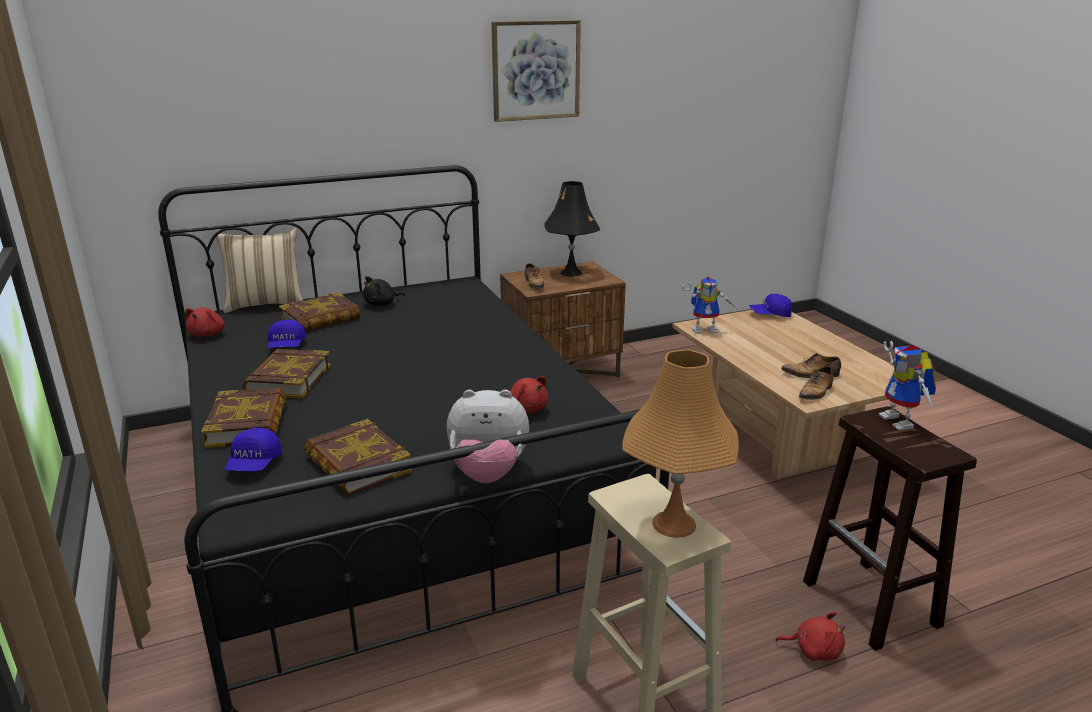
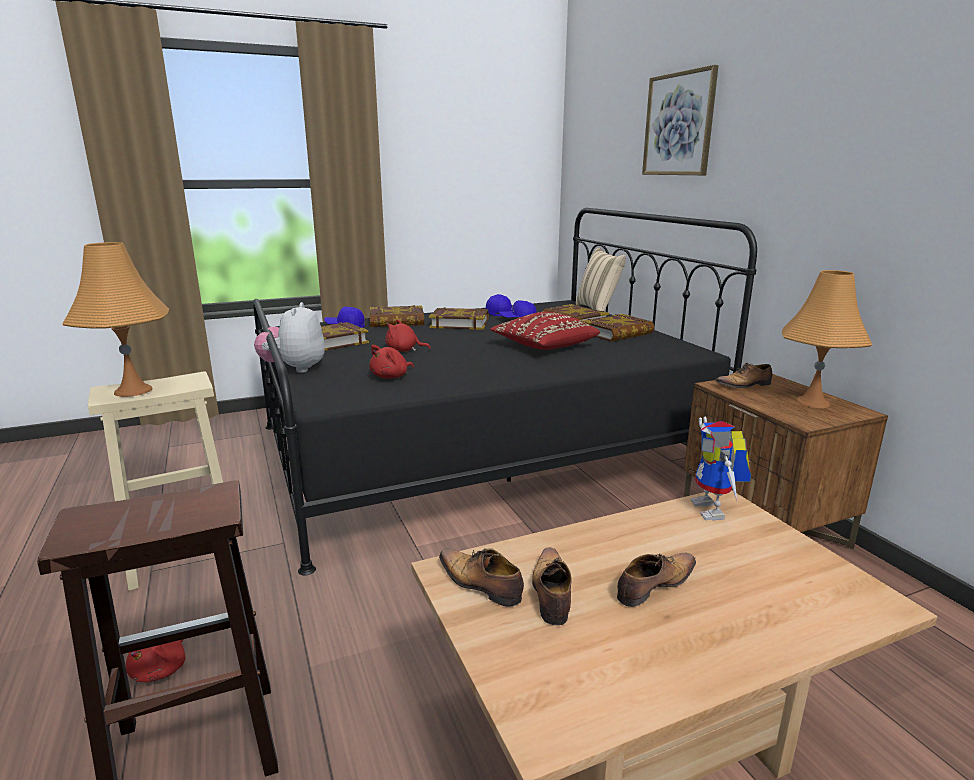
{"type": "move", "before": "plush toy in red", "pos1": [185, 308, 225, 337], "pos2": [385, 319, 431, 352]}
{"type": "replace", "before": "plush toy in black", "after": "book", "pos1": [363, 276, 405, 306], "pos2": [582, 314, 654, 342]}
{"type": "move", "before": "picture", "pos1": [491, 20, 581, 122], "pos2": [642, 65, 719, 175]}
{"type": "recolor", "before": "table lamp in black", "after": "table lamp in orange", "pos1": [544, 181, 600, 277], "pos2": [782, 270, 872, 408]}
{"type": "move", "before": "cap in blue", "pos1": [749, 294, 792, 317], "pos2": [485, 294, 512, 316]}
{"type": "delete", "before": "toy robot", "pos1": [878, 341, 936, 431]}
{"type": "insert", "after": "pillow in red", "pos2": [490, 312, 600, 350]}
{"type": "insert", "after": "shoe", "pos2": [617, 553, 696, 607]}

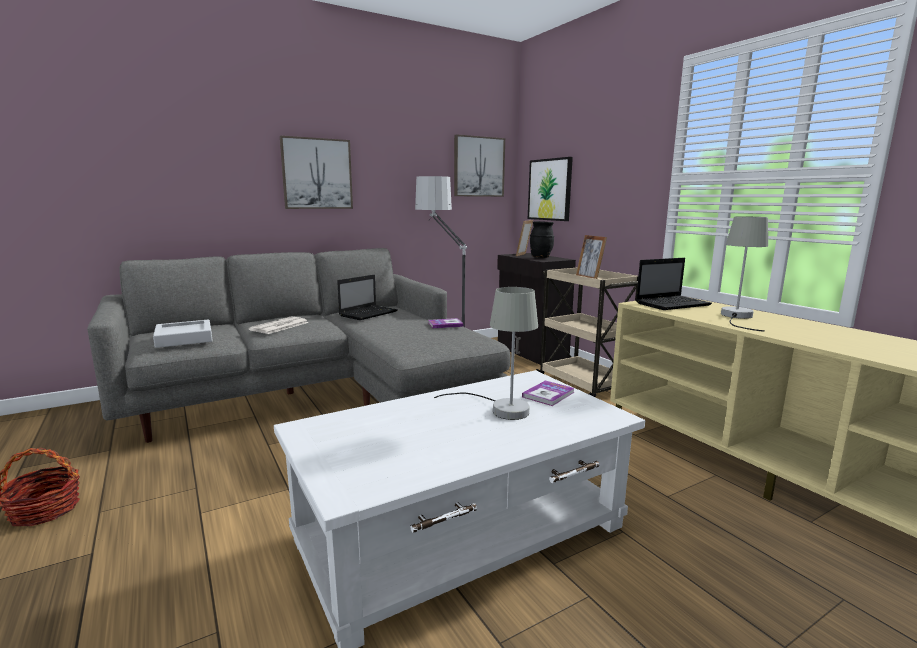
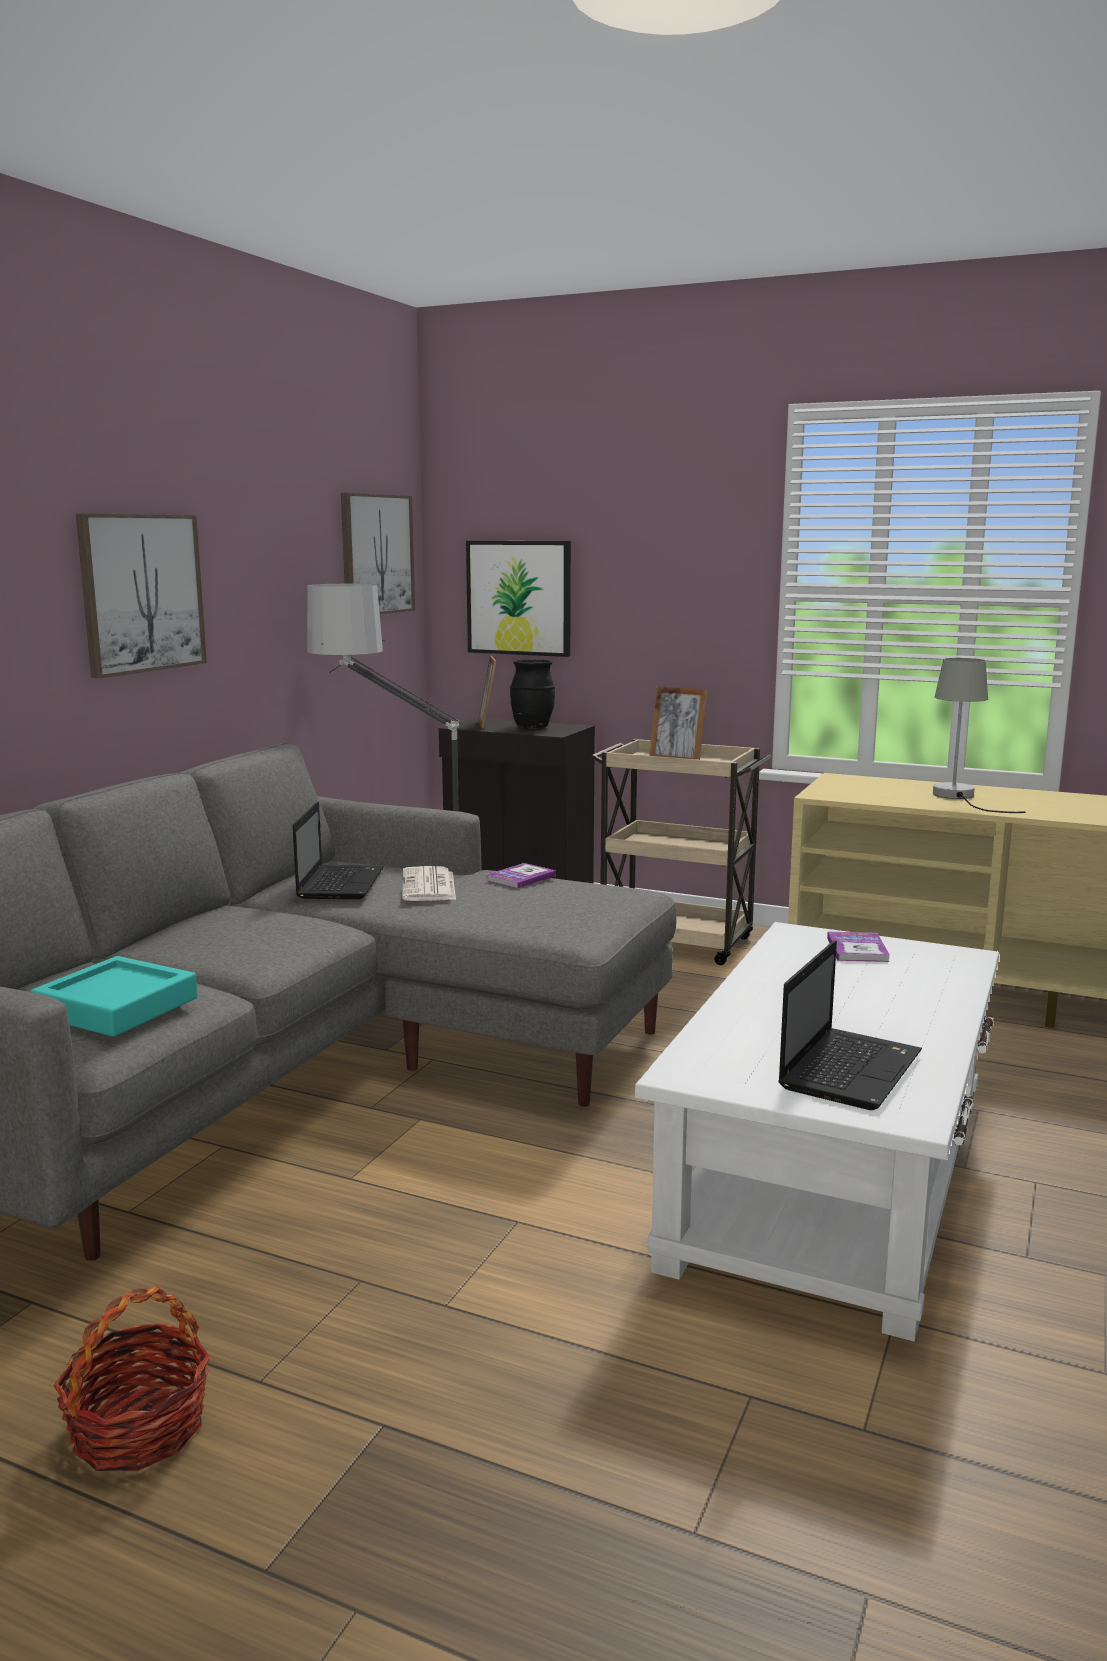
{"type": "recolor", "before": "tray in grey", "after": "tray in turquoise", "pos1": [153, 320, 213, 348], "pos2": [30, 956, 197, 1037]}
{"type": "move", "before": "newspaper", "pos1": [248, 316, 309, 334], "pos2": [402, 866, 456, 901]}
{"type": "delete", "before": "table lamp in grey", "pos1": [434, 287, 538, 420]}
{"type": "move", "before": "laptop", "pos1": [636, 258, 712, 310], "pos2": [778, 940, 922, 1110]}

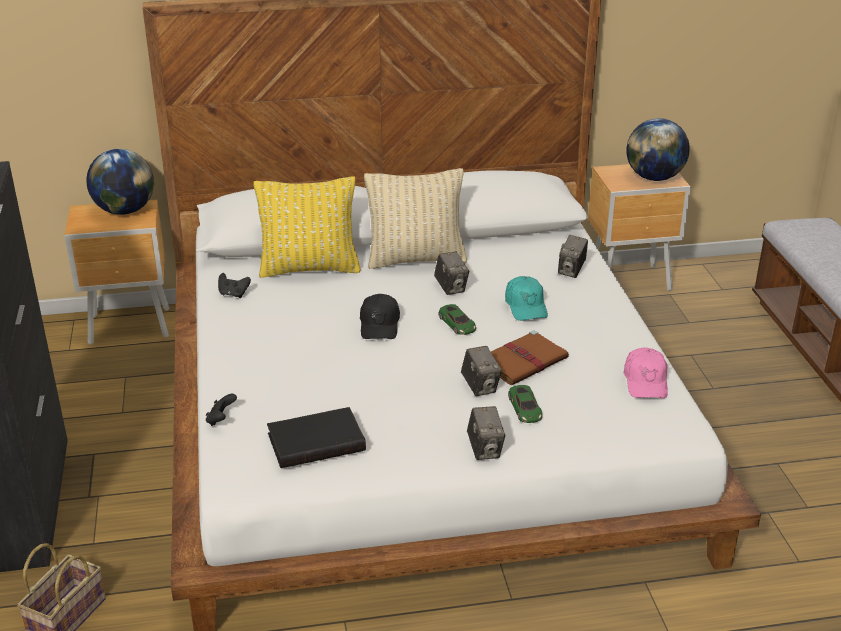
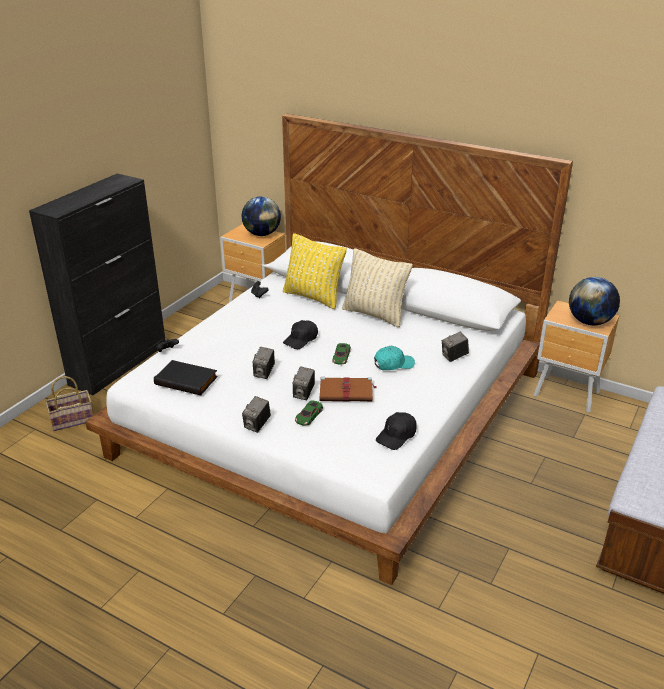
{"type": "move", "before": "photo camera", "pos1": [434, 252, 469, 295], "pos2": [253, 347, 275, 379]}
{"type": "rotate", "before": "cap in turquoise", "pos1": [505, 276, 548, 321], "pos2": [374, 345, 415, 370], "turn": -135}
{"type": "recolor", "before": "cap in pink", "after": "cap in black", "pos1": [623, 347, 668, 398], "pos2": [376, 412, 417, 450]}

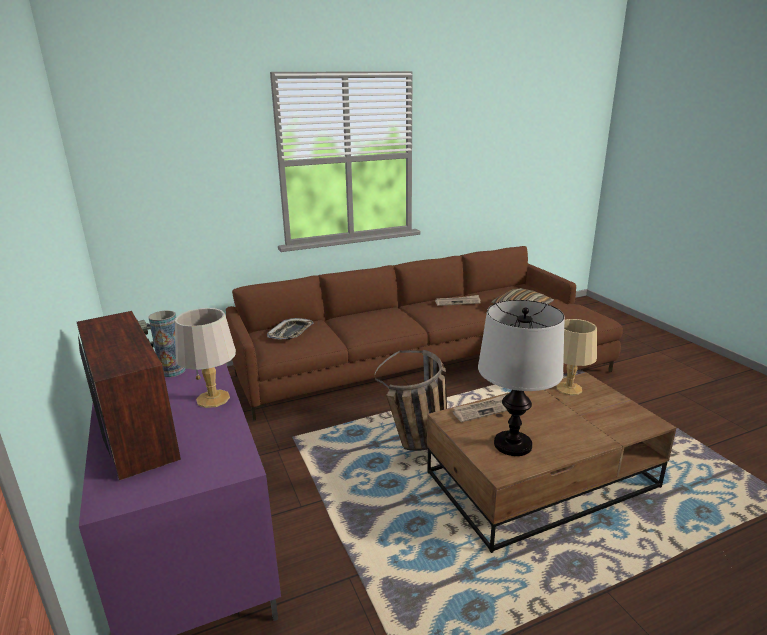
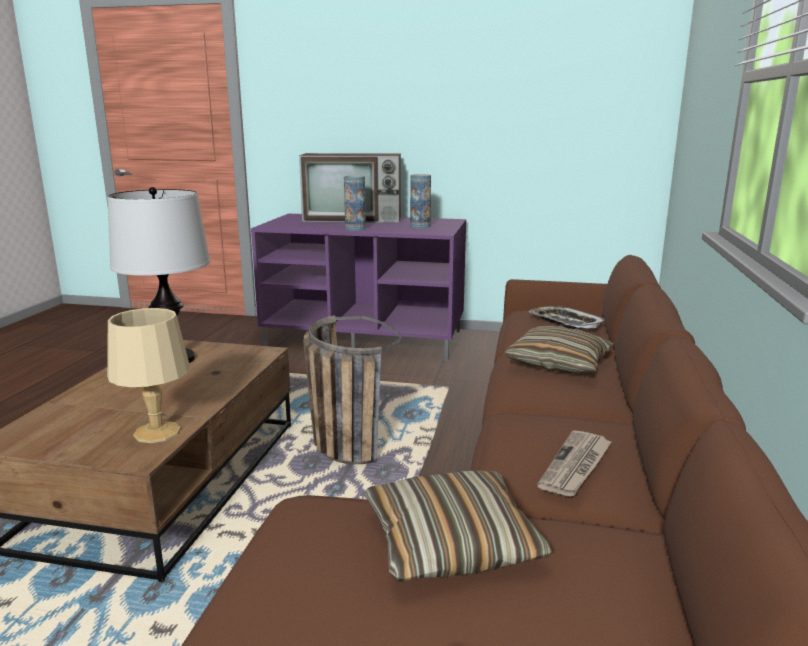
{"type": "replace", "before": "table lamp in grey", "after": "vase", "pos1": [175, 308, 236, 408], "pos2": [344, 175, 366, 231]}
{"type": "delete", "before": "newspaper", "pos1": [453, 394, 507, 422]}
{"type": "insert", "after": "pillow", "pos2": [504, 326, 614, 373]}

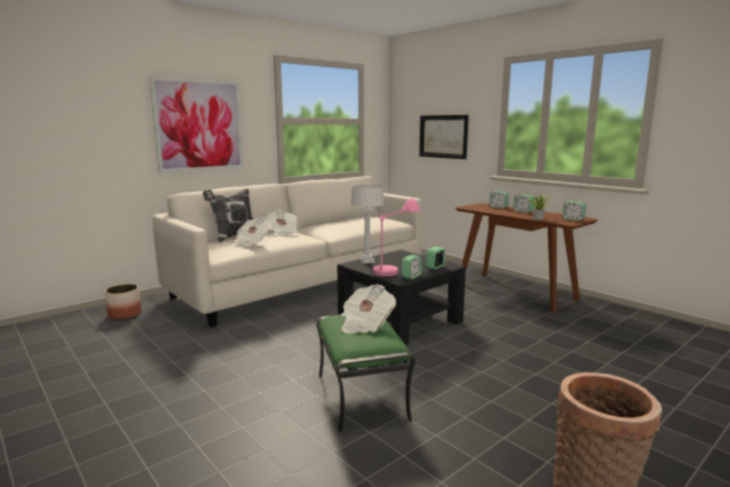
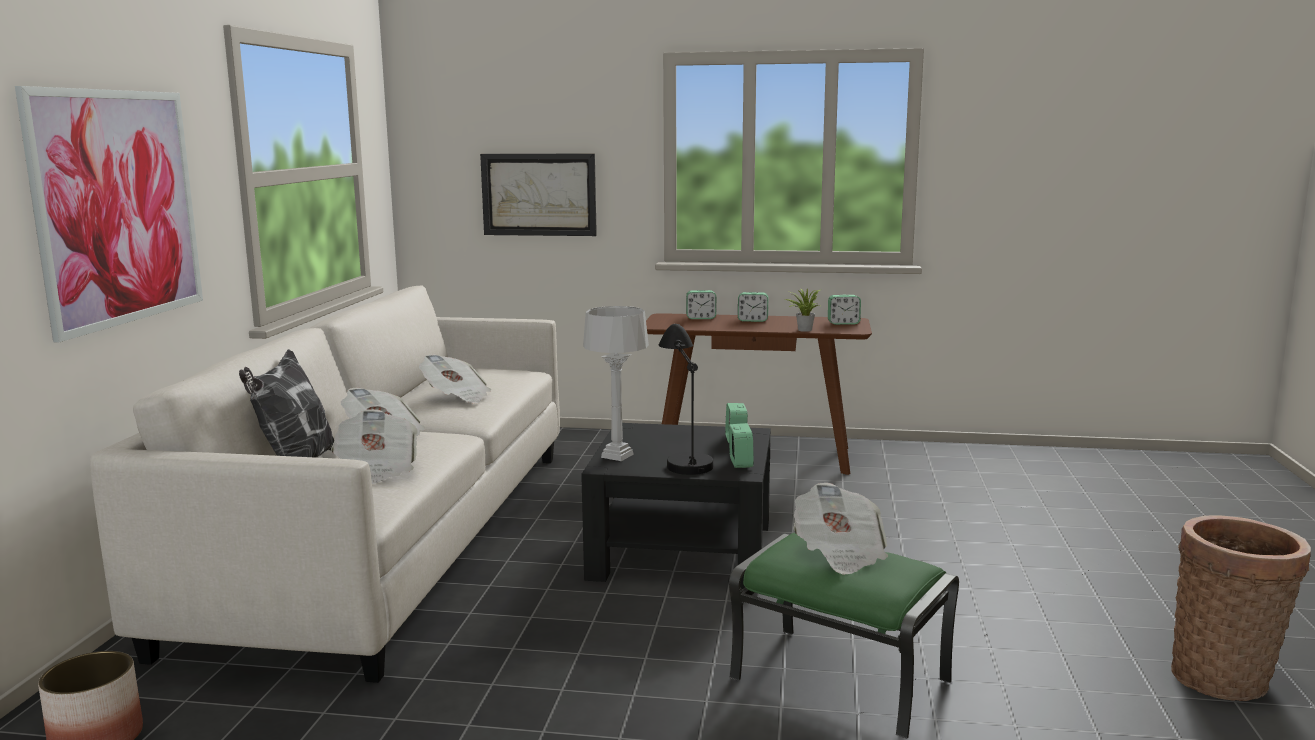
{"type": "recolor", "before": "table lamp in pink", "after": "table lamp in black", "pos1": [373, 198, 421, 276], "pos2": [659, 324, 713, 475]}
{"type": "insert", "after": "newspaper", "pos2": [419, 354, 491, 404]}

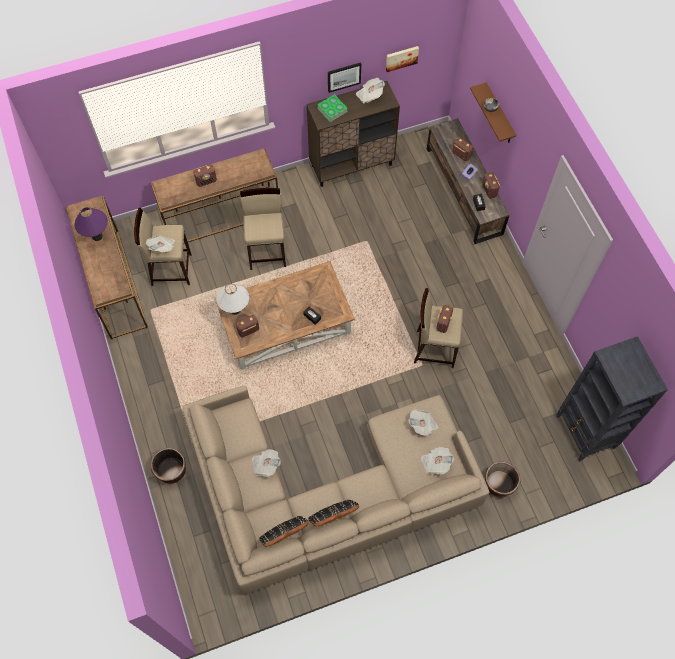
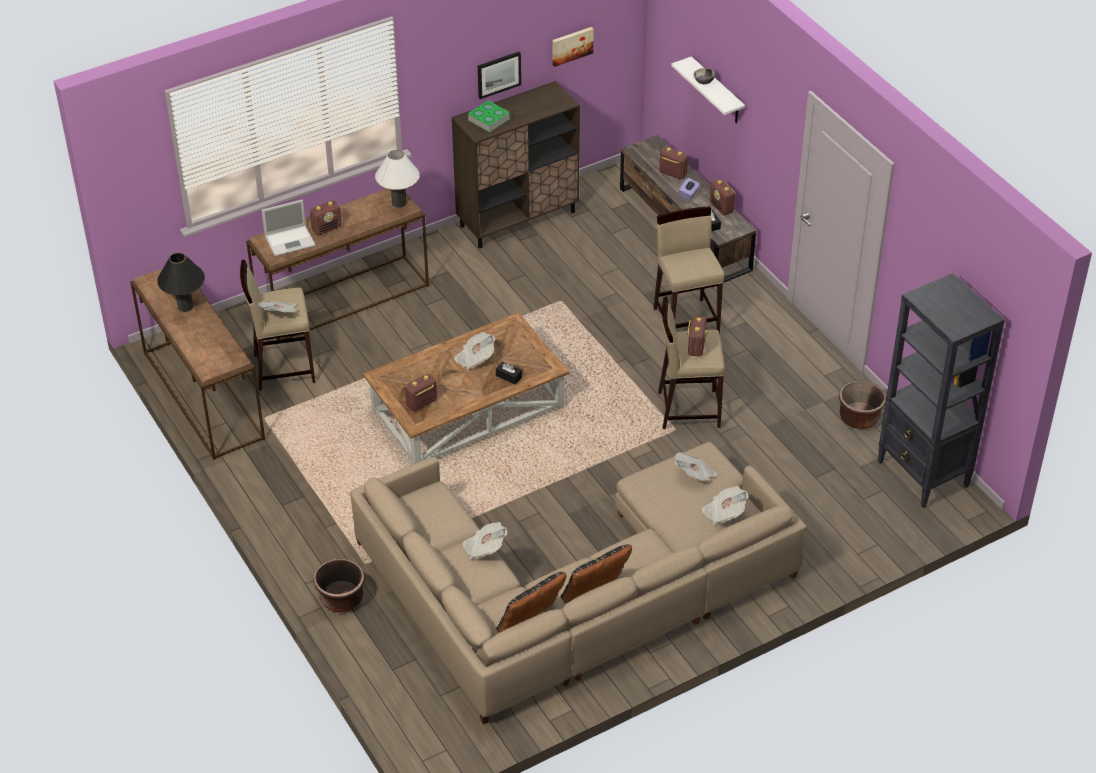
{"type": "recolor", "before": "table lamp in purple", "after": "table lamp in black", "pos1": [74, 207, 108, 241], "pos2": [157, 253, 205, 312]}
{"type": "move", "before": "table lamp in white", "pos1": [216, 284, 249, 315], "pos2": [375, 150, 420, 208]}
{"type": "move", "before": "stool in beige", "pos1": [240, 188, 286, 270], "pos2": [653, 206, 725, 334]}
{"type": "move", "before": "newspaper", "pos1": [356, 78, 385, 104], "pos2": [454, 332, 496, 370]}
{"type": "recolor", "before": "shelf in brown", "after": "shelf in white", "pos1": [470, 82, 516, 143], "pos2": [671, 56, 745, 123]}
{"type": "move", "before": "planter in brown", "pos1": [485, 462, 521, 498], "pos2": [839, 381, 886, 429]}
{"type": "insert", "after": "laptop", "pos2": [262, 200, 316, 256]}

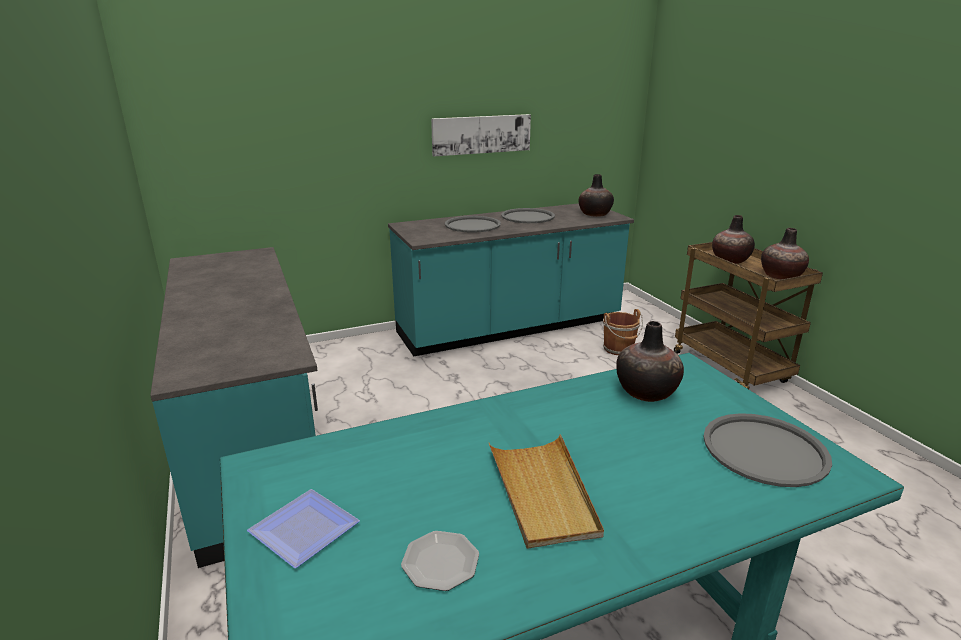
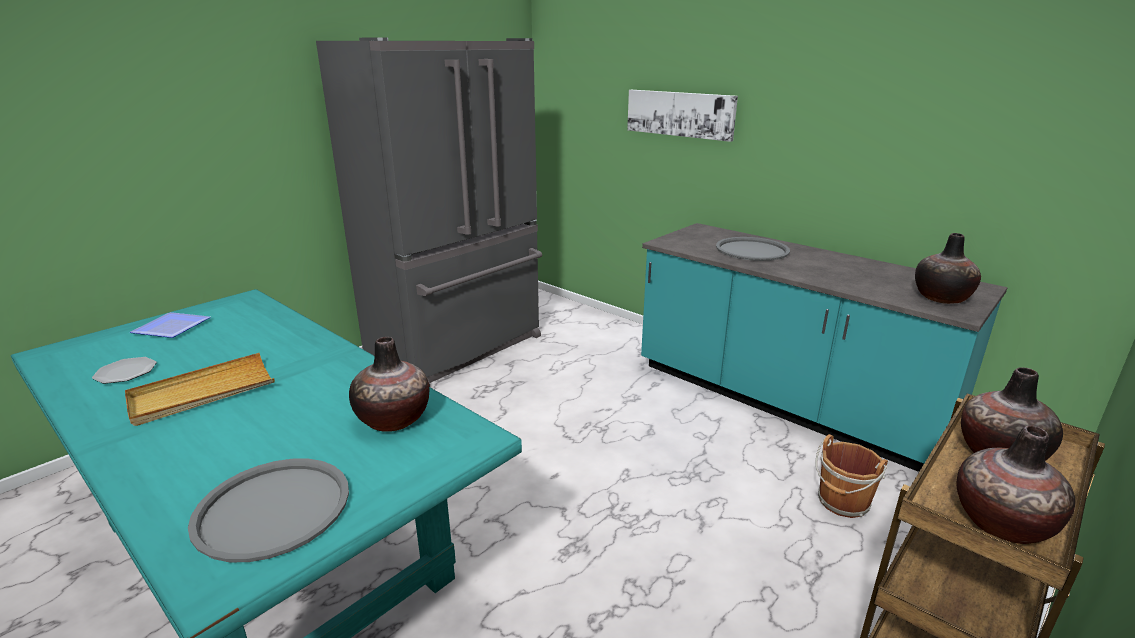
{"type": "replace", "before": "counter in turquoise", "after": "fridge in grey", "pos1": [150, 247, 318, 568], "pos2": [316, 38, 542, 387]}
{"type": "move", "before": "picture", "pos1": [431, 114, 531, 156], "pos2": [627, 90, 738, 142]}
{"type": "delete", "before": "tray in grey", "pos1": [501, 208, 555, 223]}

